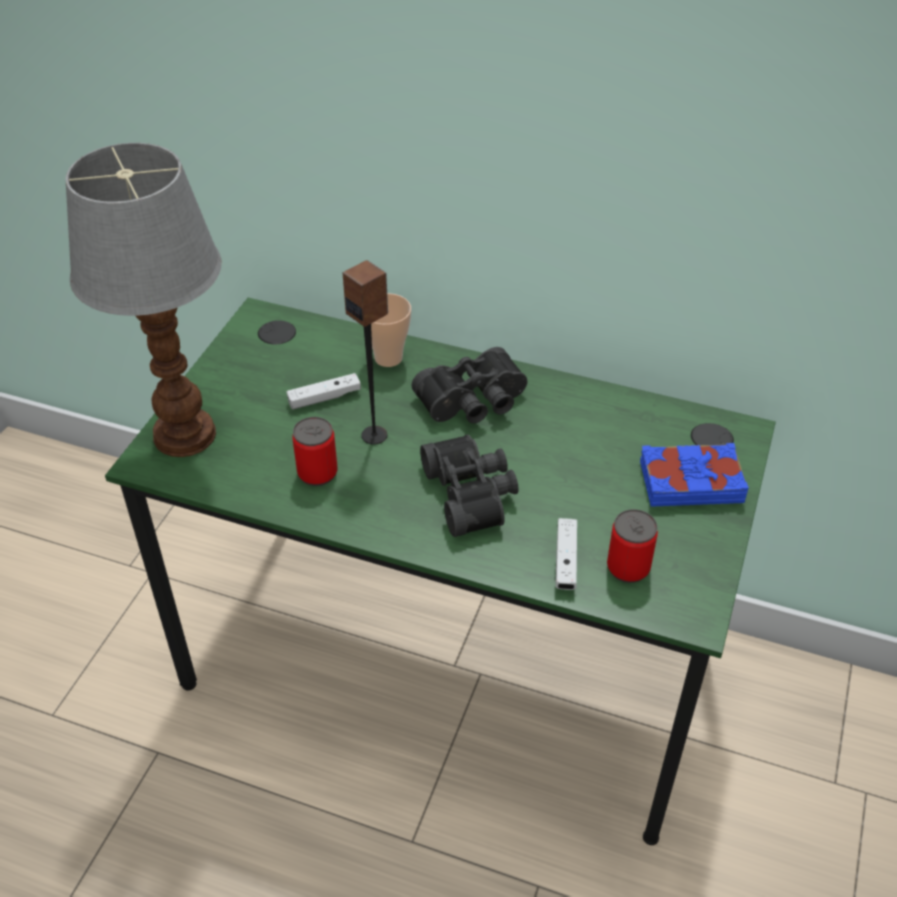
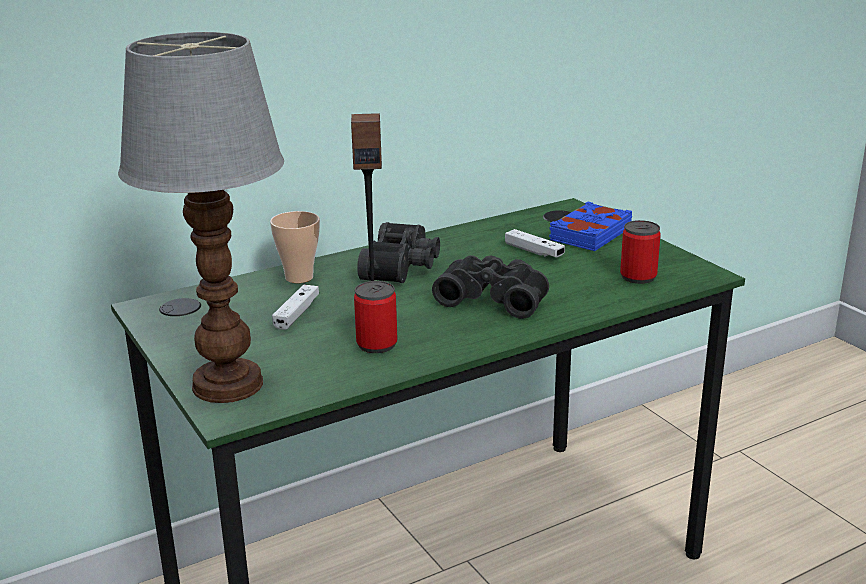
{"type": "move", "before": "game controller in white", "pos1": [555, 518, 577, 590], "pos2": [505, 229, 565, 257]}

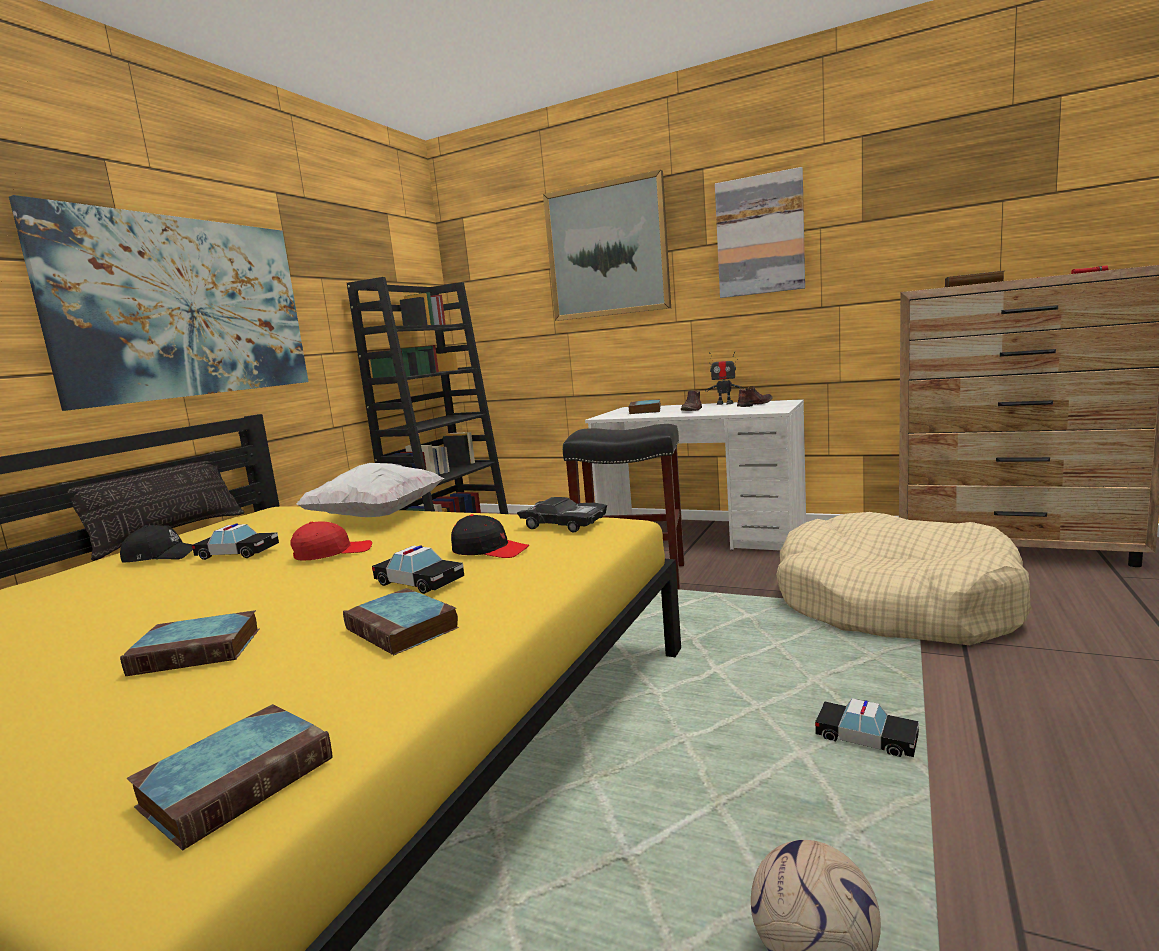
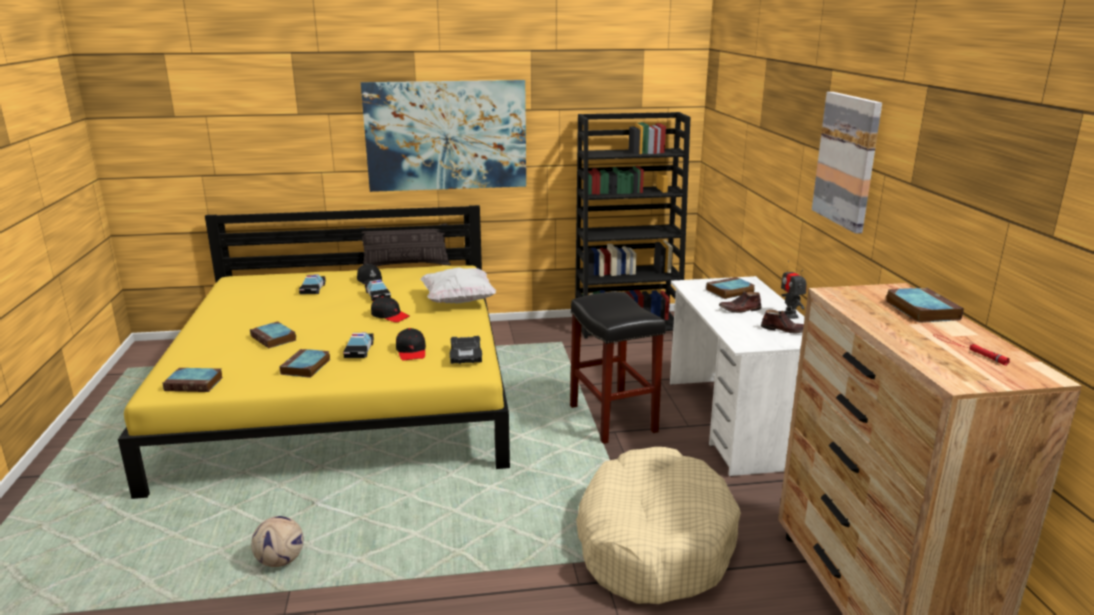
{"type": "recolor", "before": "cap in red", "after": "cap in black", "pos1": [290, 522, 372, 561], "pos2": [371, 296, 410, 322]}
{"type": "delete", "before": "picture", "pos1": [543, 170, 671, 321]}
{"type": "move", "before": "toy car", "pos1": [815, 698, 919, 757], "pos2": [299, 275, 326, 294]}

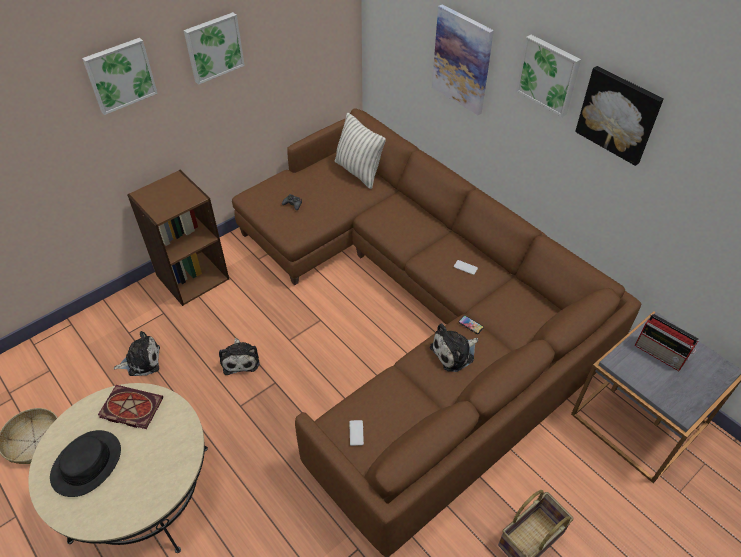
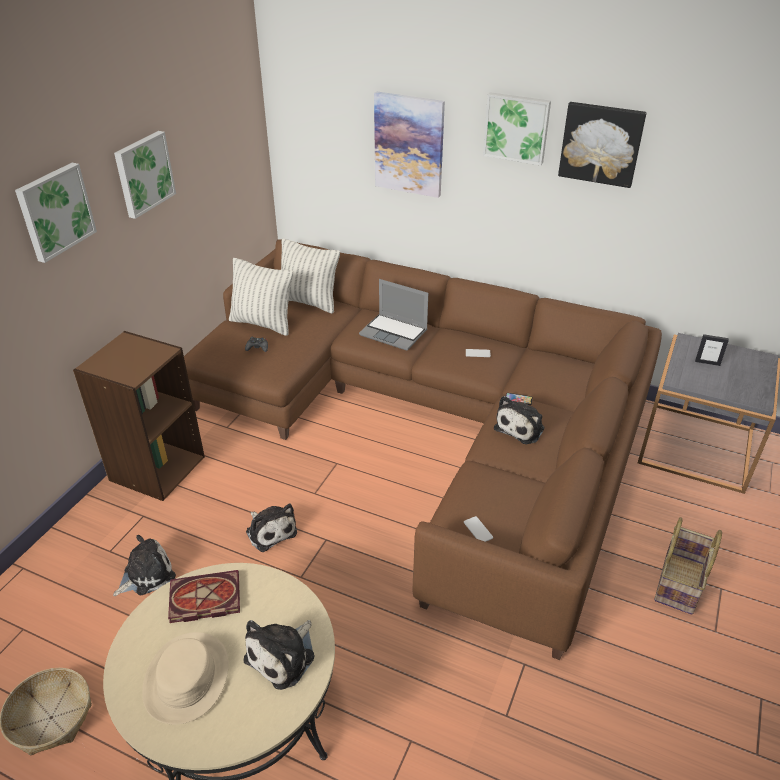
{"type": "recolor", "before": "hat in black", "after": "hat in beige", "pos1": [50, 430, 121, 497], "pos2": [142, 632, 229, 724]}
{"type": "replace", "before": "radio", "after": "picture frame", "pos1": [634, 314, 699, 371], "pos2": [695, 334, 729, 366]}
{"type": "insert", "after": "pillow", "pos2": [229, 258, 293, 336]}
{"type": "insert", "after": "plush toy", "pos2": [244, 620, 314, 690]}
{"type": "insert", "after": "laptop", "pos2": [359, 279, 428, 351]}

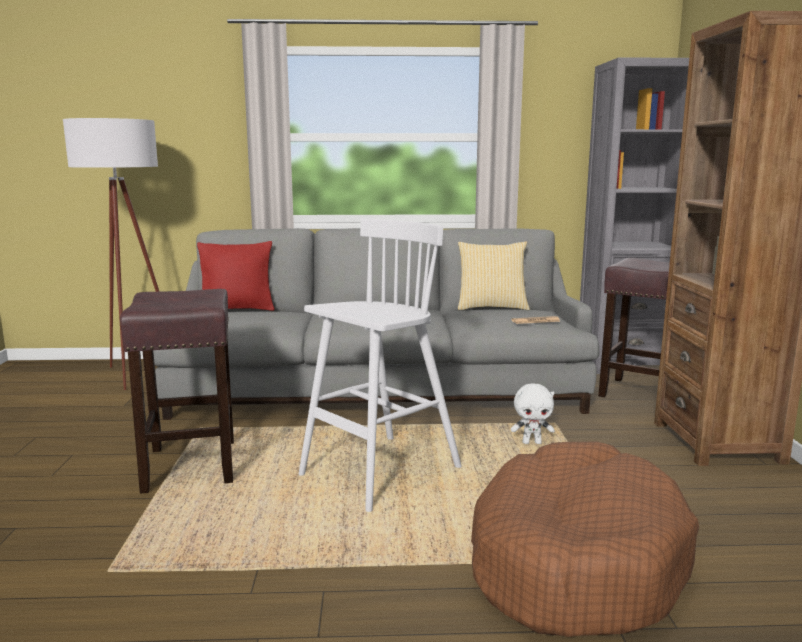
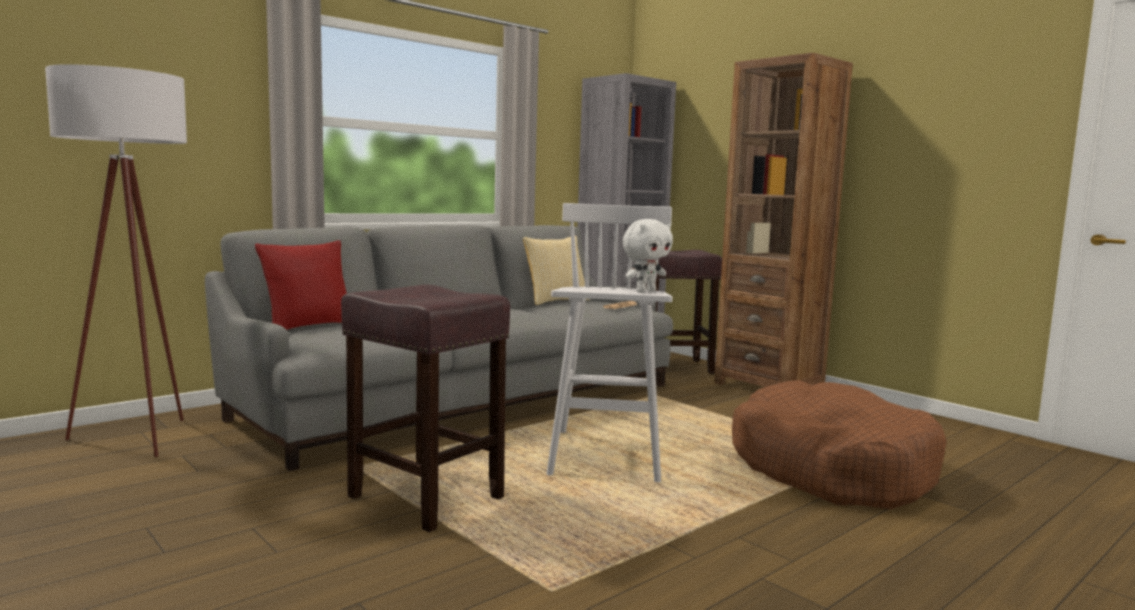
{"type": "move", "before": "plush toy in white", "pos1": [511, 383, 555, 444], "pos2": [623, 219, 673, 293]}

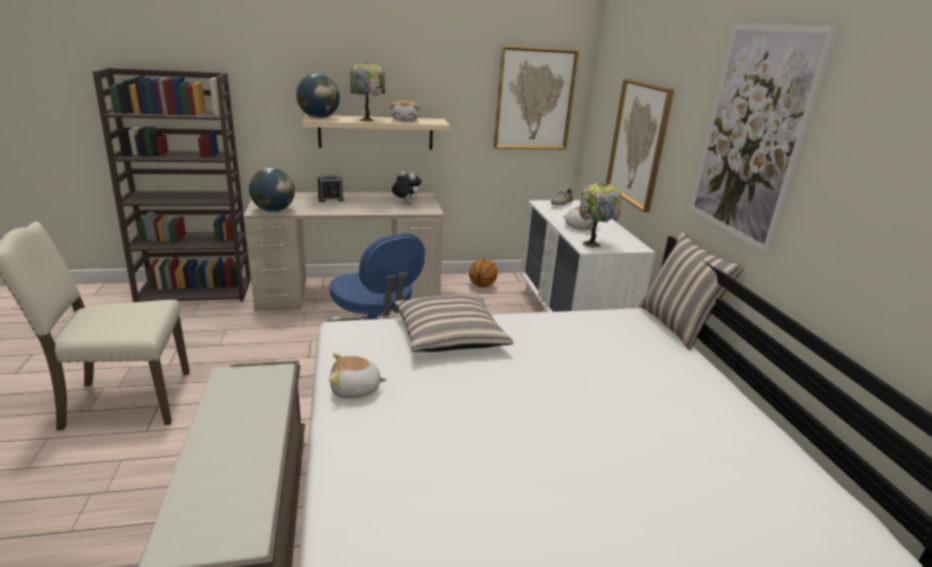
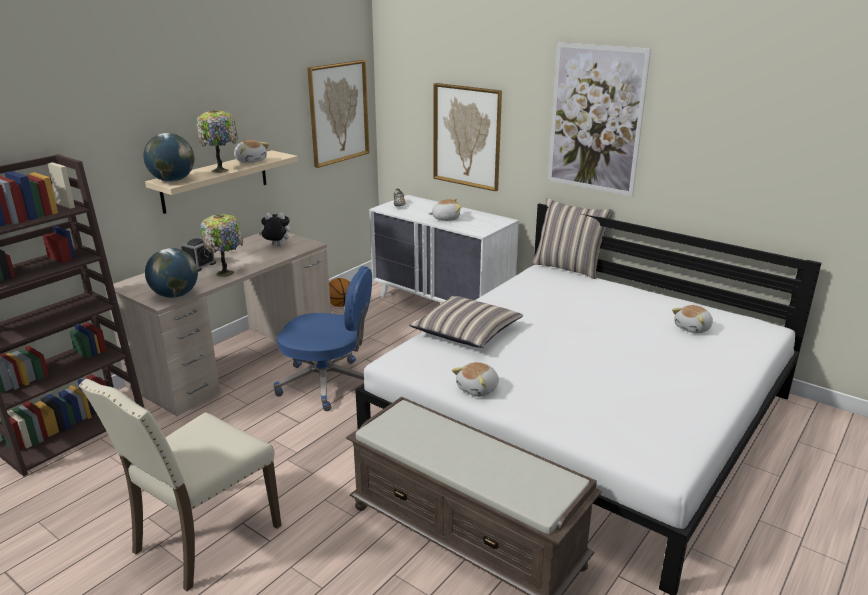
{"type": "move", "before": "table lamp", "pos1": [579, 183, 621, 248], "pos2": [200, 214, 243, 277]}
{"type": "insert", "after": "plush toy", "pos2": [672, 305, 713, 334]}

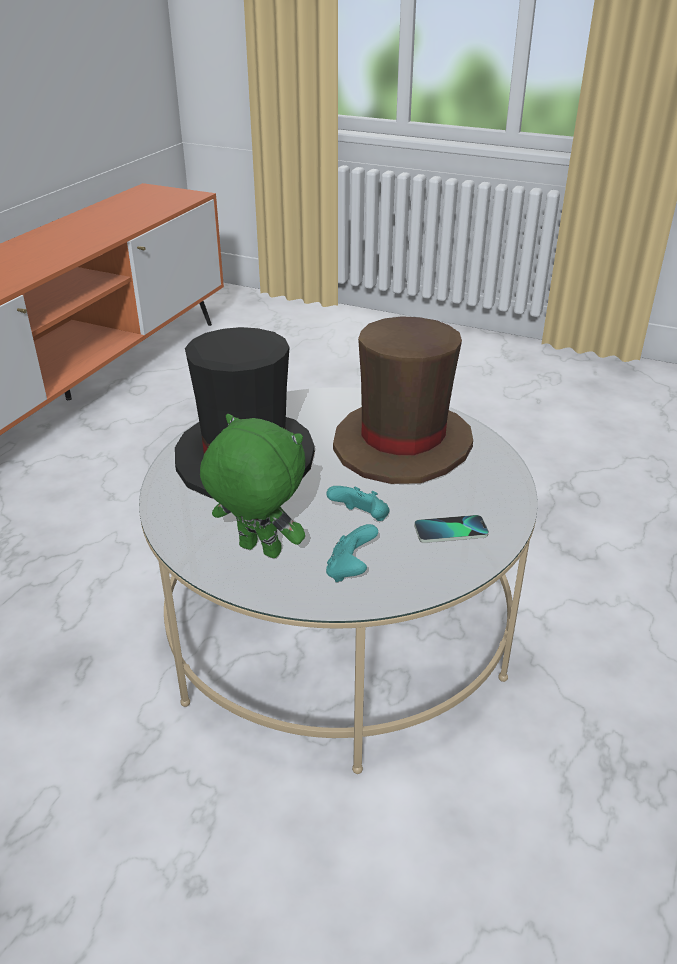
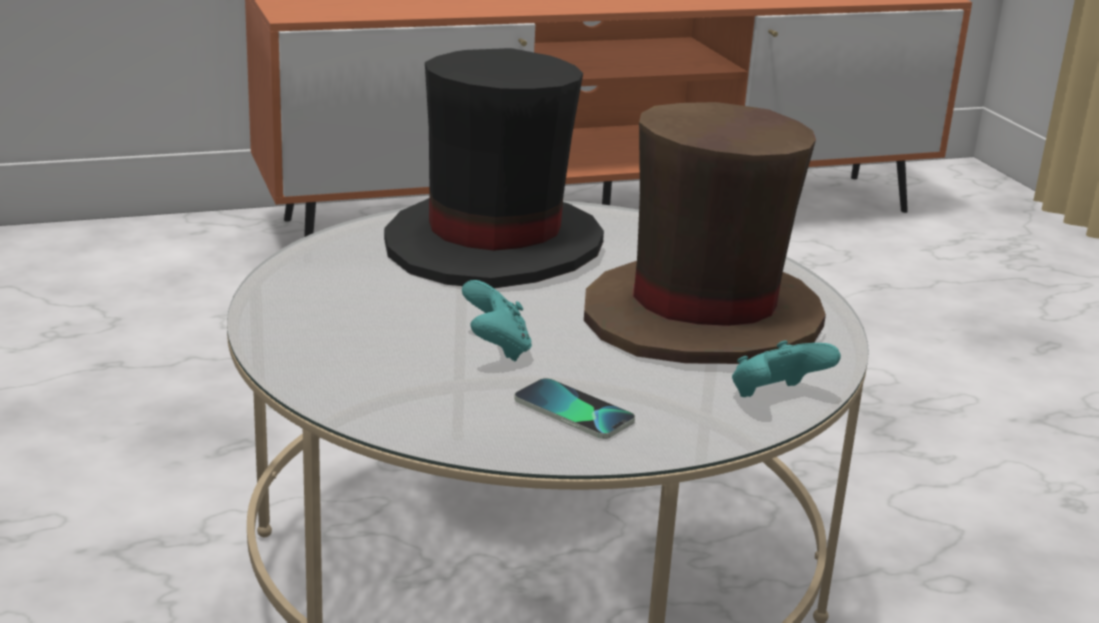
{"type": "delete", "before": "plush toy in green", "pos1": [200, 414, 305, 558]}
{"type": "move", "before": "game controller in turquoise", "pos1": [326, 524, 378, 582], "pos2": [732, 340, 841, 397]}

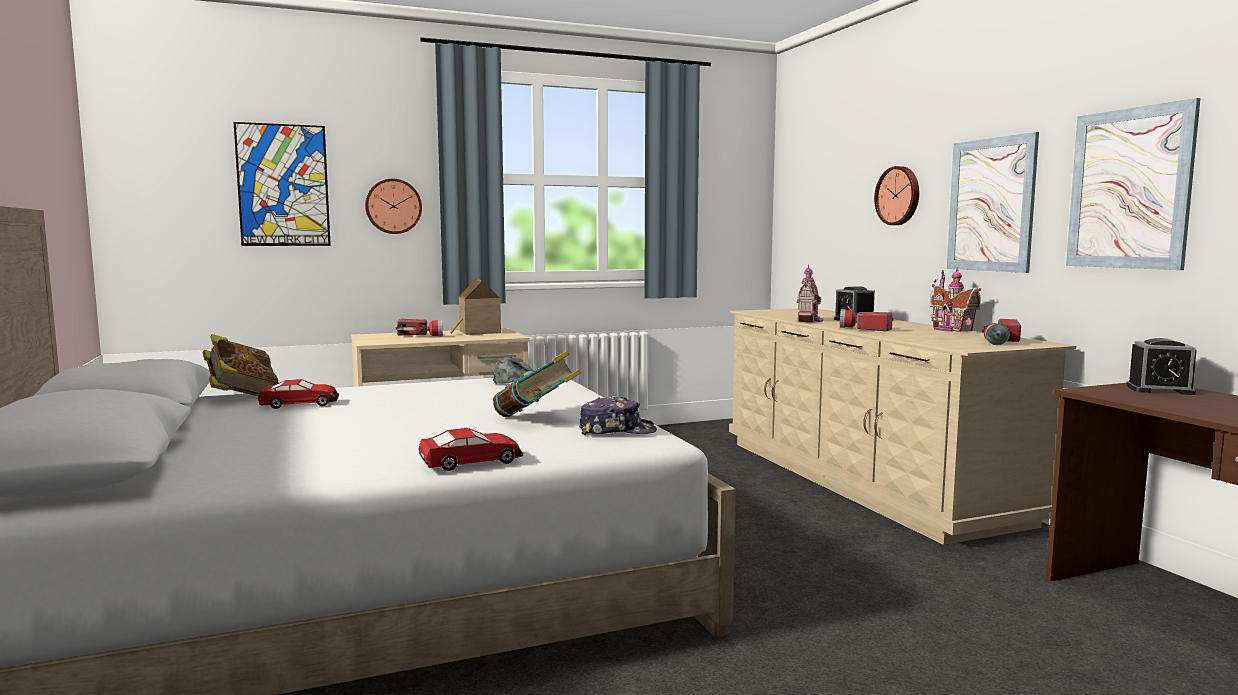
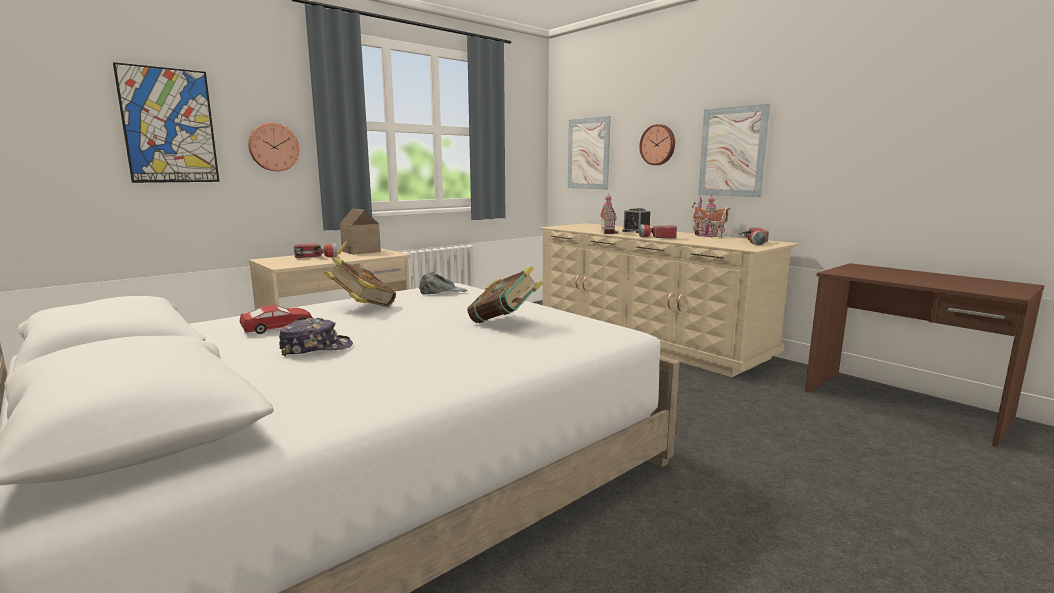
{"type": "move", "before": "book", "pos1": [202, 334, 279, 396], "pos2": [324, 257, 396, 307]}
{"type": "delete", "before": "toy car", "pos1": [419, 428, 523, 471]}
{"type": "move", "before": "cap", "pos1": [579, 396, 657, 435], "pos2": [279, 318, 353, 356]}
{"type": "move", "before": "picture", "pos1": [1066, 98, 1201, 270], "pos2": [568, 116, 611, 189]}
{"type": "delete", "before": "alarm clock", "pos1": [1126, 338, 1197, 395]}

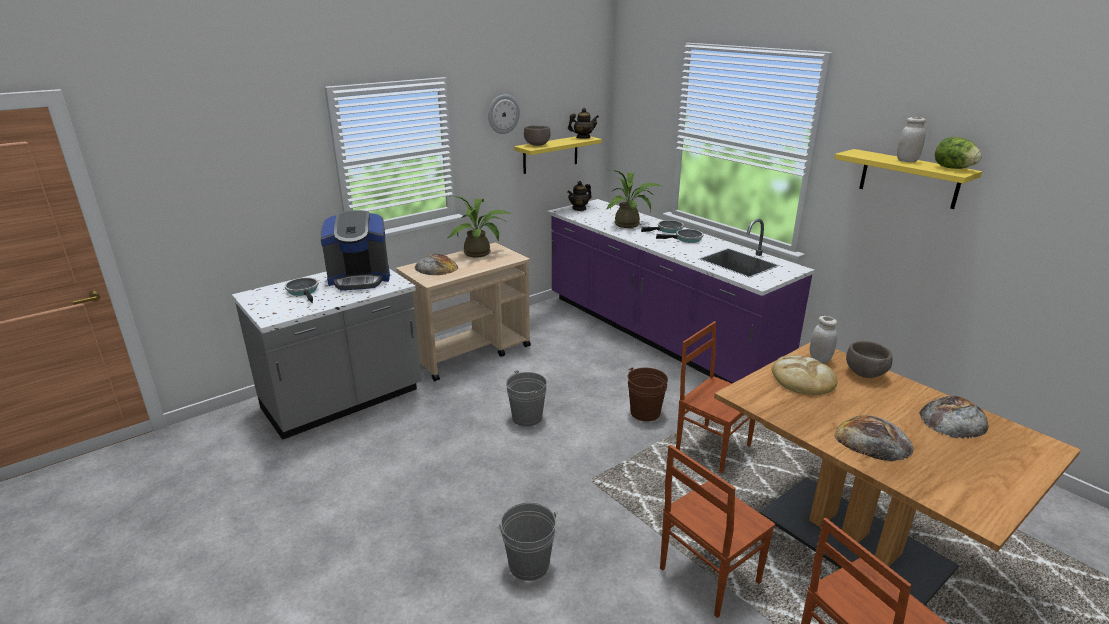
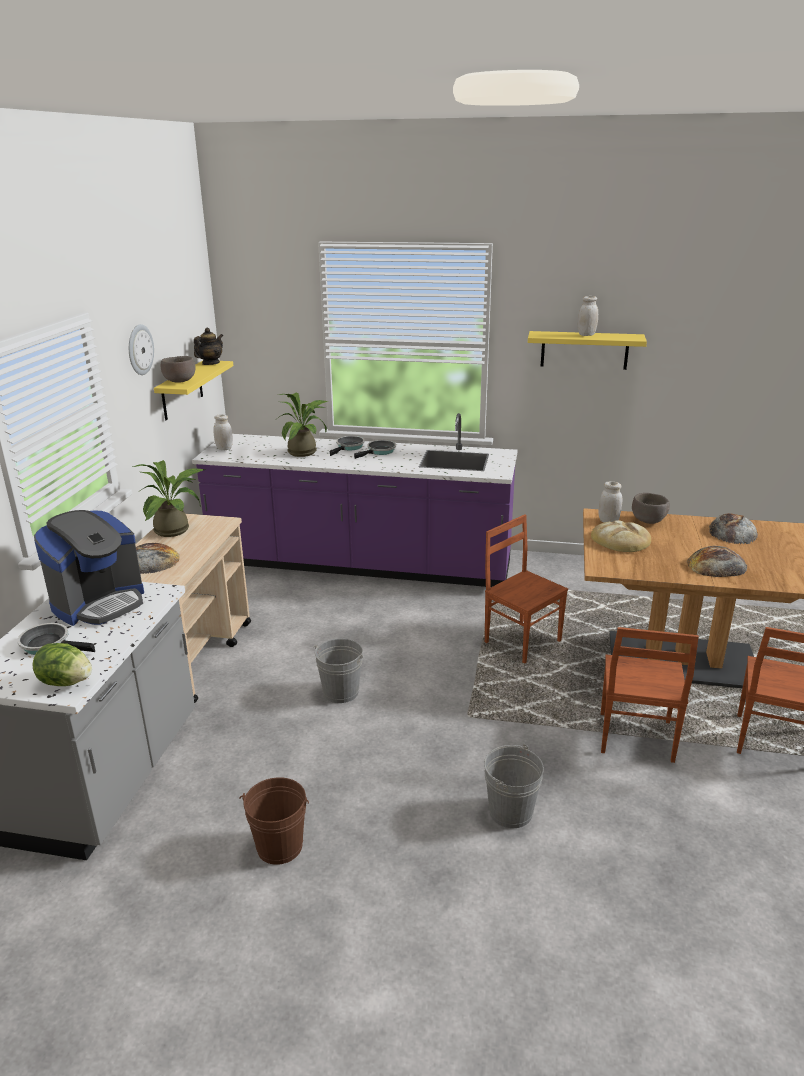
{"type": "replace", "before": "teapot", "after": "jar in white", "pos1": [567, 181, 592, 211], "pos2": [213, 414, 233, 450]}
{"type": "move", "before": "bucket in brown", "pos1": [628, 367, 668, 421], "pos2": [239, 777, 309, 865]}
{"type": "rotate", "before": "chair in brown", "pos1": [676, 321, 755, 473], "pos2": [485, 514, 568, 664], "turn": 45}
{"type": "move", "before": "lettuce", "pos1": [935, 137, 982, 169], "pos2": [33, 643, 92, 686]}

